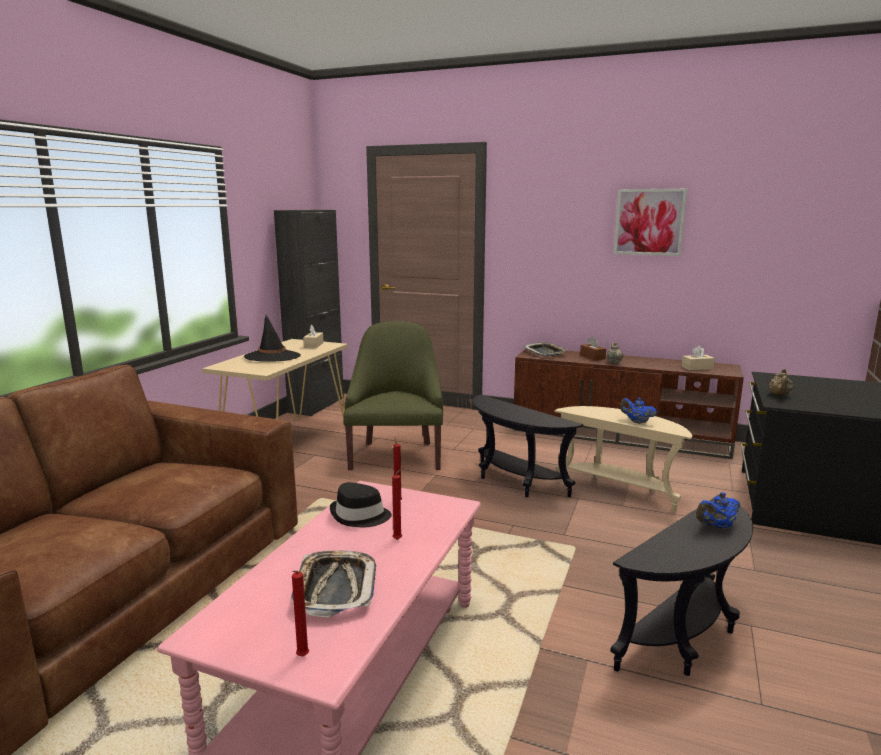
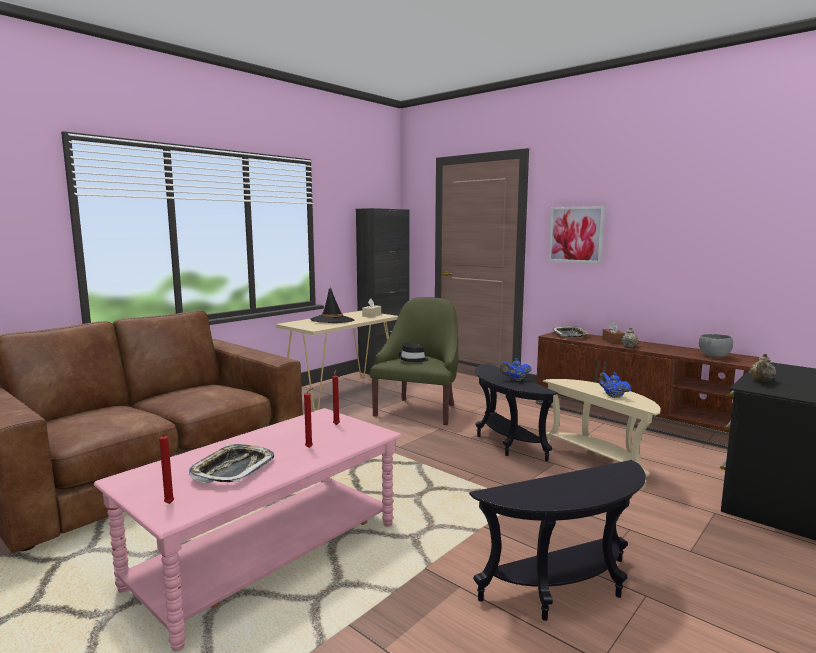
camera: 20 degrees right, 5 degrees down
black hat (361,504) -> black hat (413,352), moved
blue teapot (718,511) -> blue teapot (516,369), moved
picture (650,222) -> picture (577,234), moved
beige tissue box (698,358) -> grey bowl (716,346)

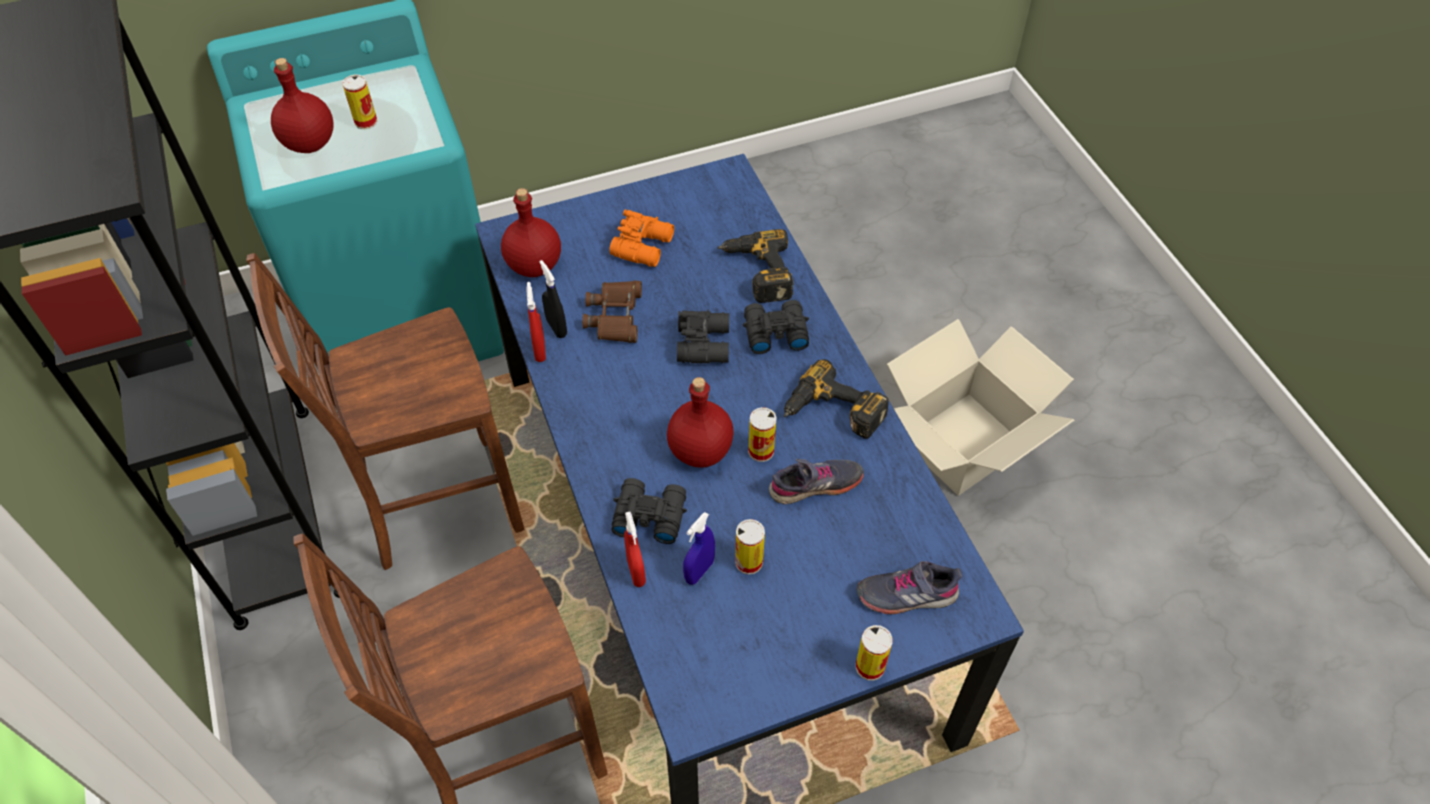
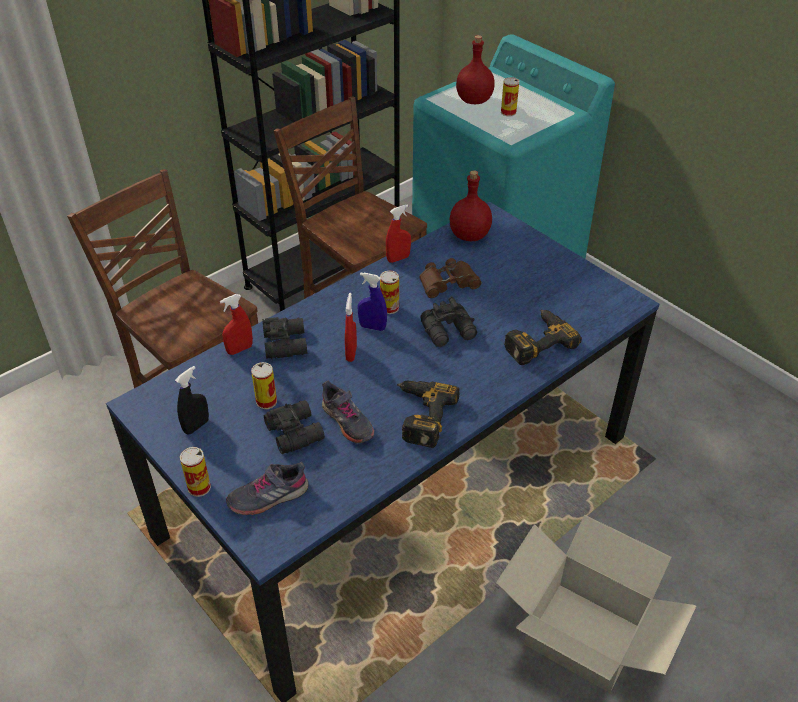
camera: 70 degrees right, 10 degrees down
black spray bottle (553,299) -> black spray bottle (192,400), moved
grey shoe (909,587) -> grey shoe (267,488), 90 degrees counterclockwise
black binoculars (776,327) -> black binoculars (294,427), moved
red bottle (700,422) -> red spray bottle (351,327)
blue spray bottle (699,548) -> blue spray bottle (372,301), moved
can (762,434) -> can (389,292), moved
orange binoculars (641,238) -> none

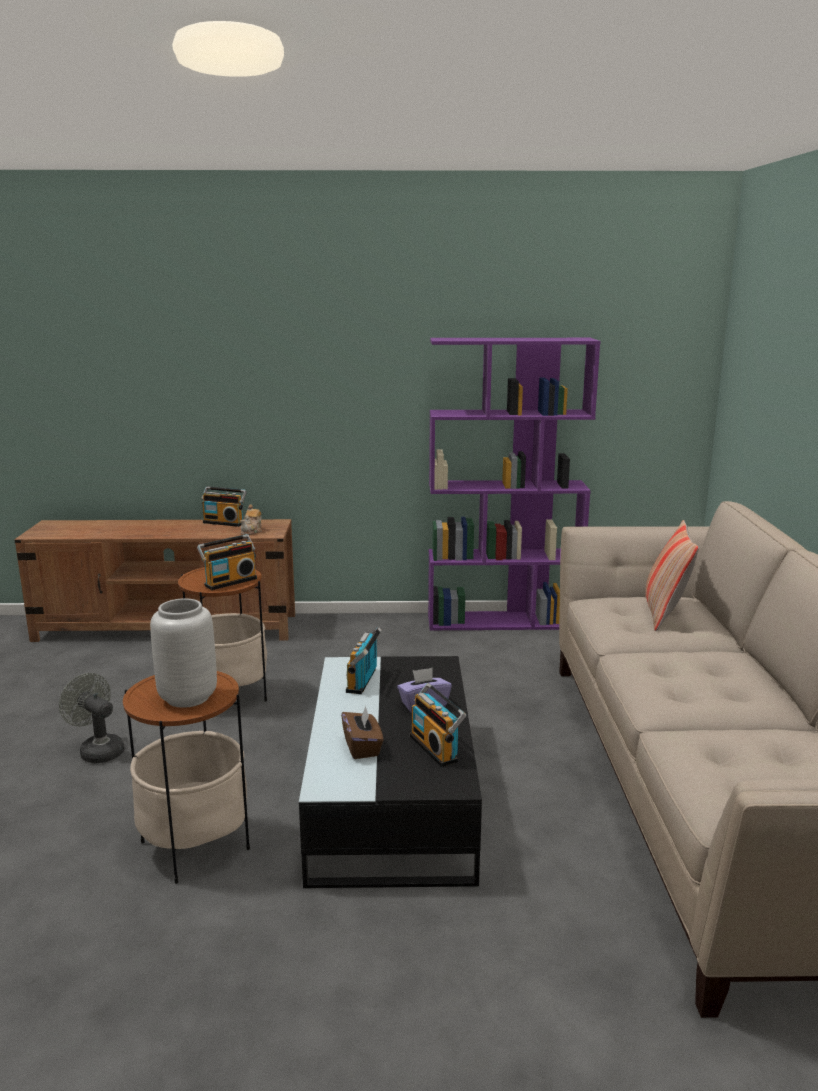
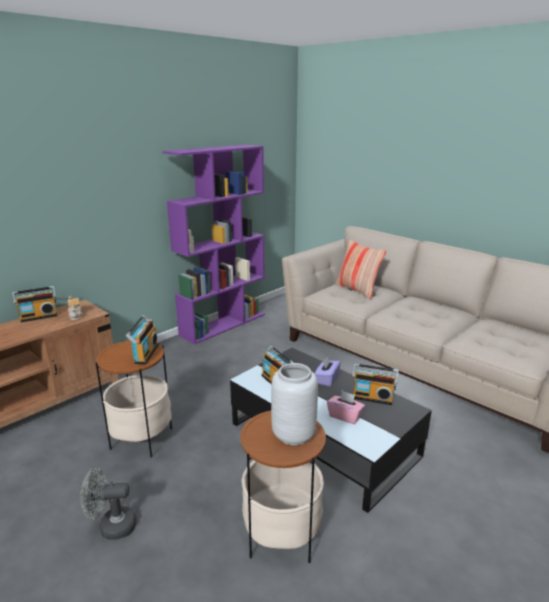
camera: 45 degrees left, 5 degrees up
brown tissue box (362,732) -> pink tissue box (346,407)

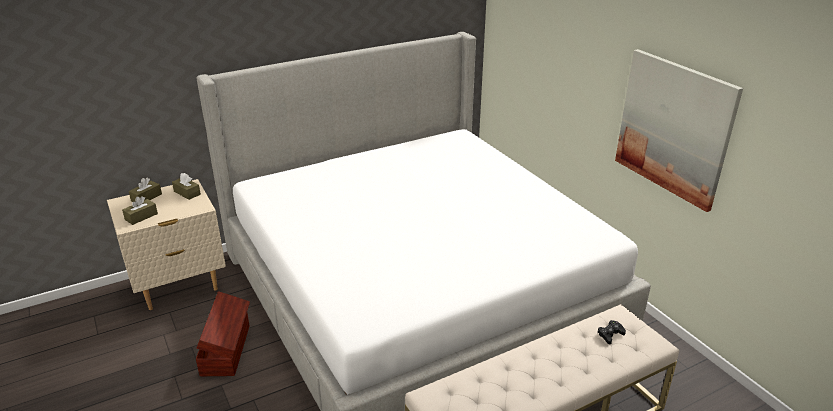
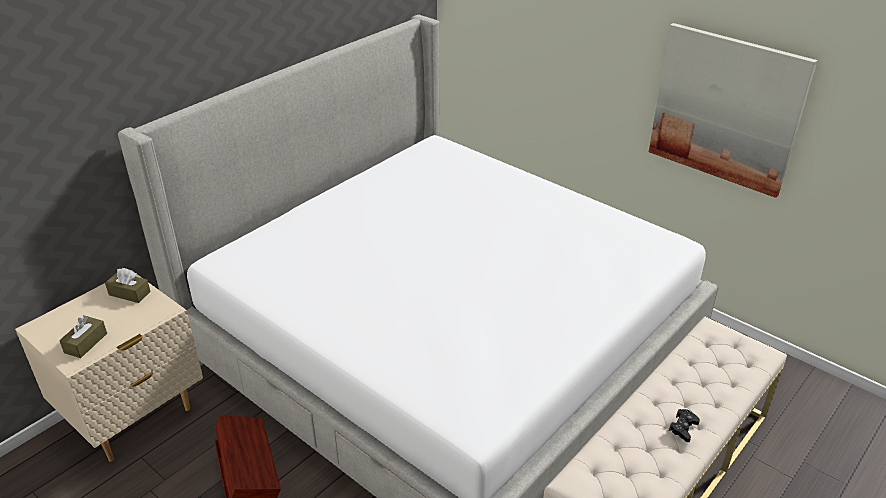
camera: 20 degrees left, 5 degrees up
black game controller (611,332) -> black game controller (684,425), moved
brown tissue box (145,190) -> none

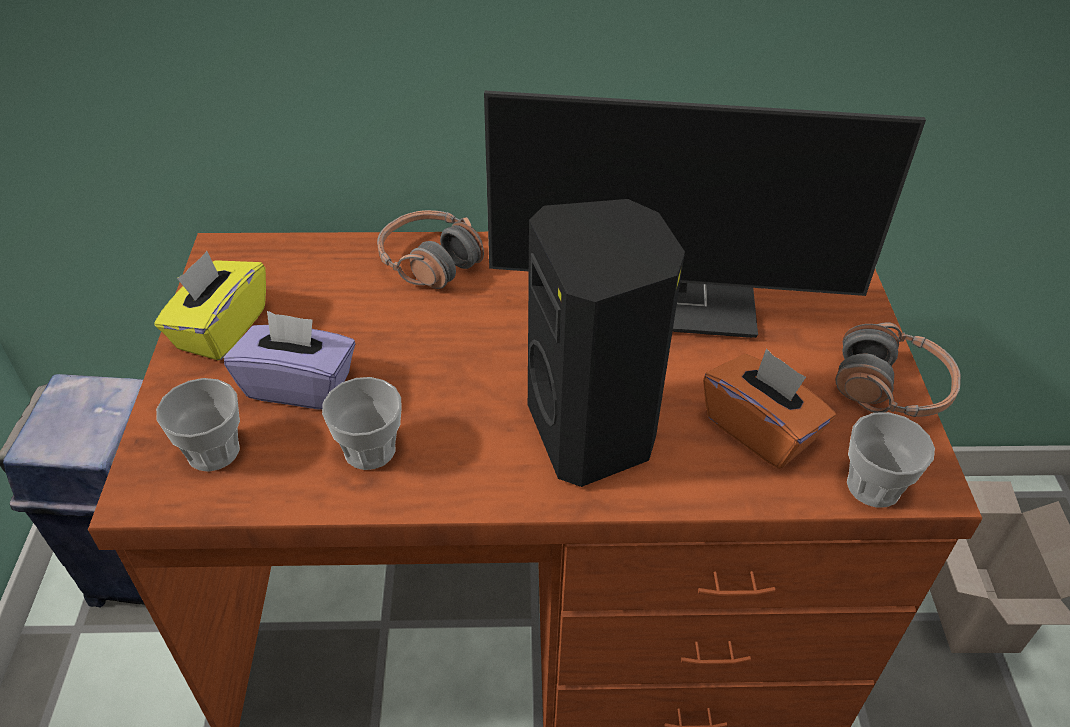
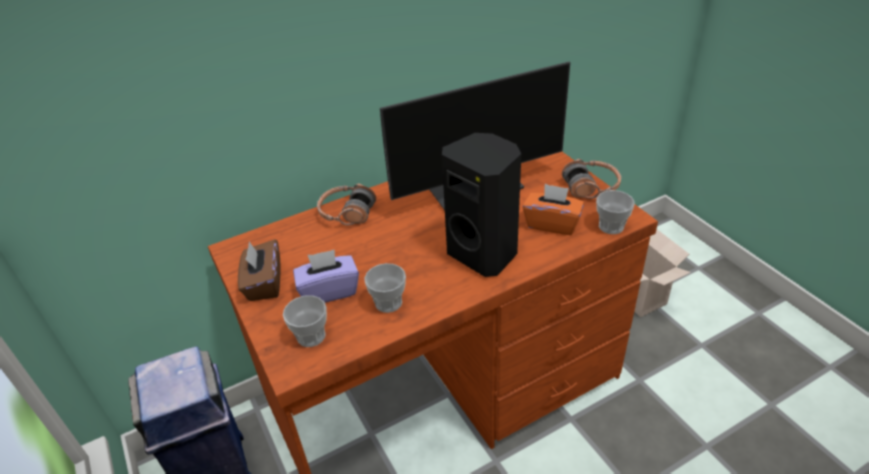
camera: 25 degrees left, 5 degrees down
yellow tissue box (210,306) -> brown tissue box (259,270)

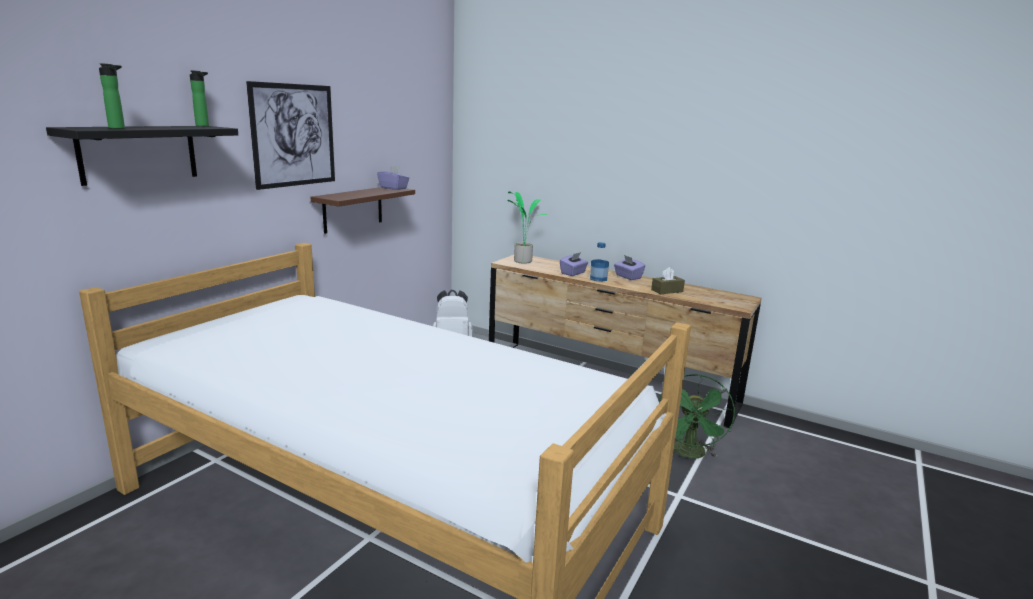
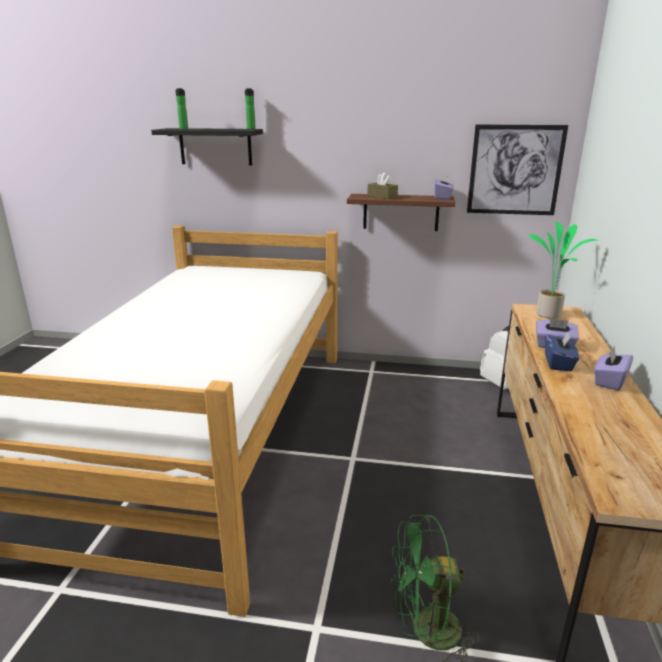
camera: 70 degrees right, 5 degrees up
brown tissue box (668,280) -> brown tissue box (382,185), moved
picture (290,135) -> picture (517,169), moved
bottle (599,262) -> blue tissue box (562,351)

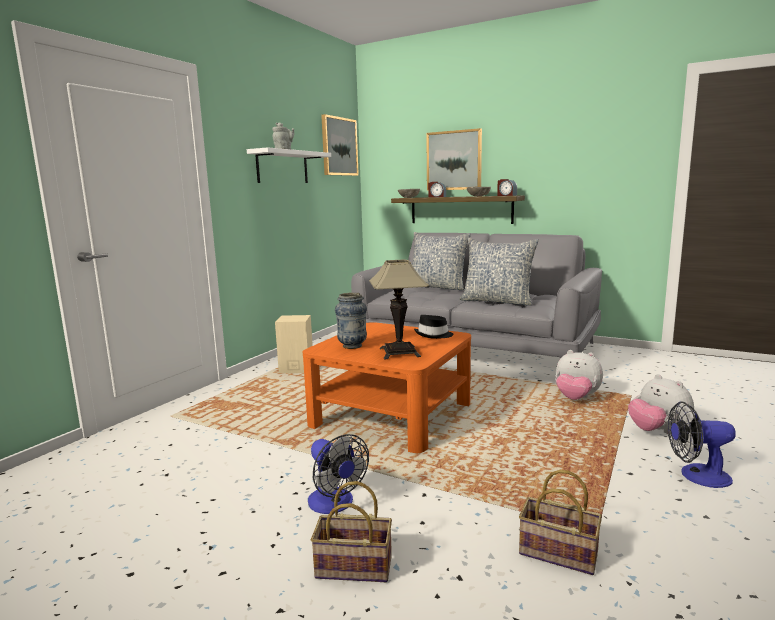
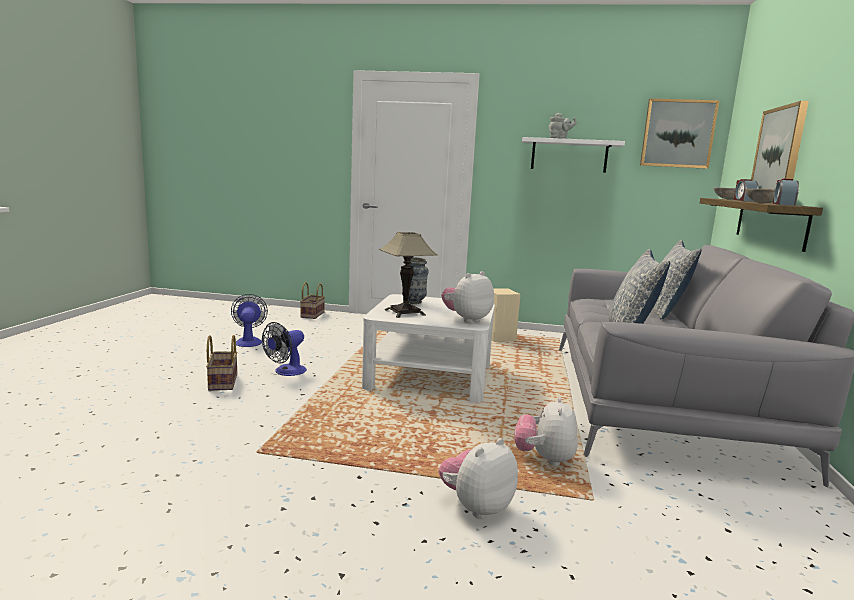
camera: 70 degrees right, 0 degrees up
fan (702,445) -> fan (249,320), moved
basket (560,522) -> basket (312,300), moved
orange coffee table (387,387) -> white coffee table (428,348)
black hat (433,327) -> plush toy (468,297)

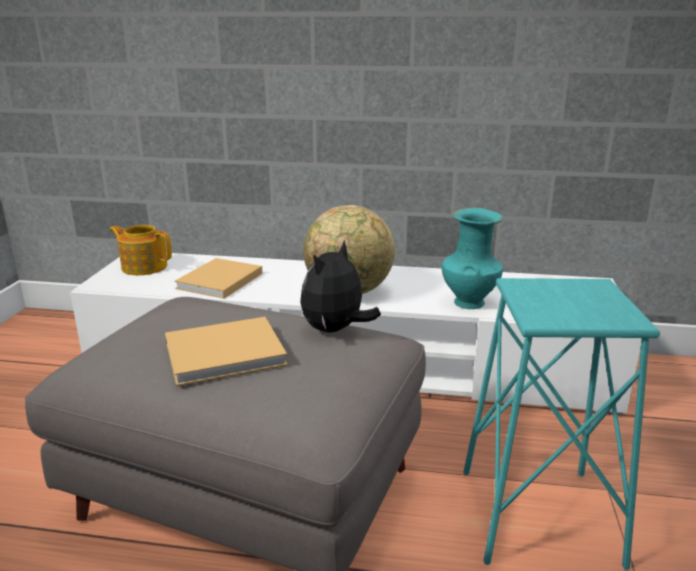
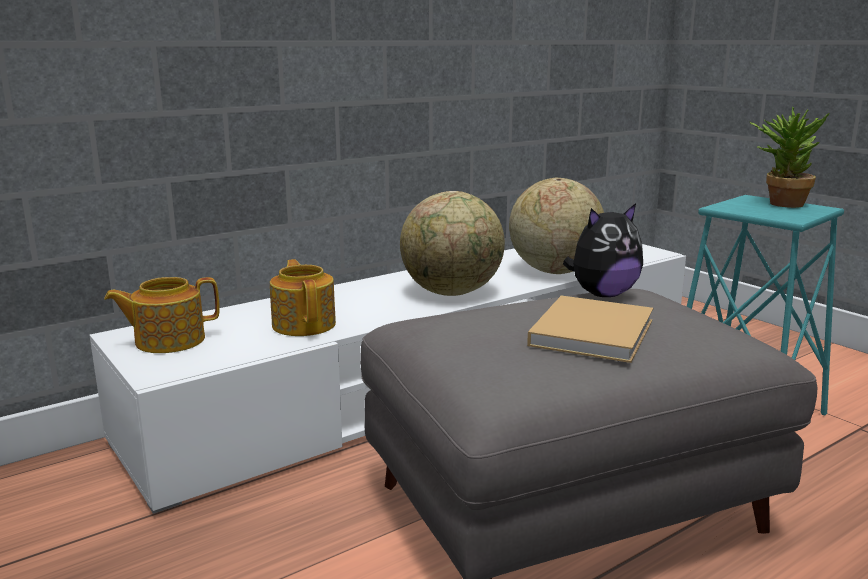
camera: 45 degrees left, 5 degrees down
beige book (218,278) -> teapot (303,297)
turquoise vase (472,258) -> globe (556,226)
plush toy (340,286) -> plush toy (603,250), 105 degrees counterclockwise
none -> potted plant (790,157)

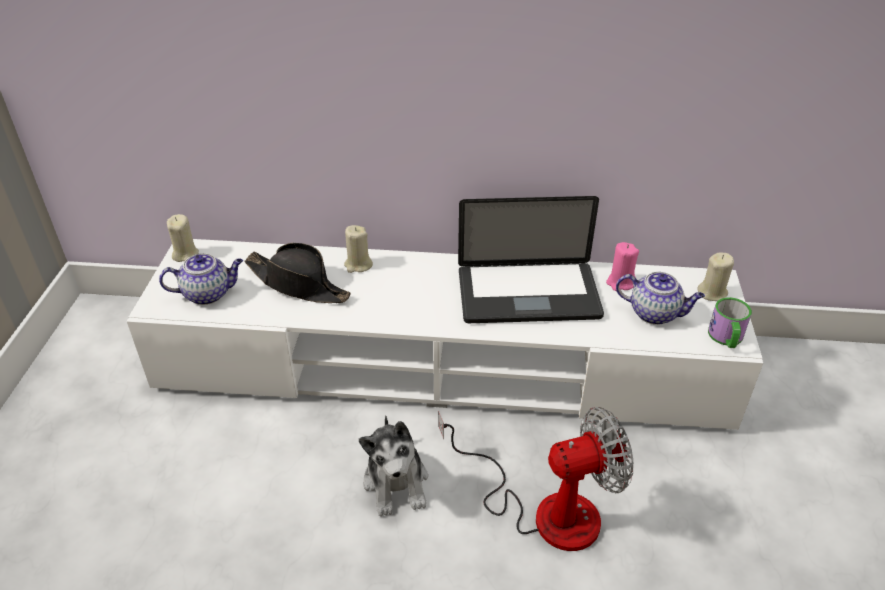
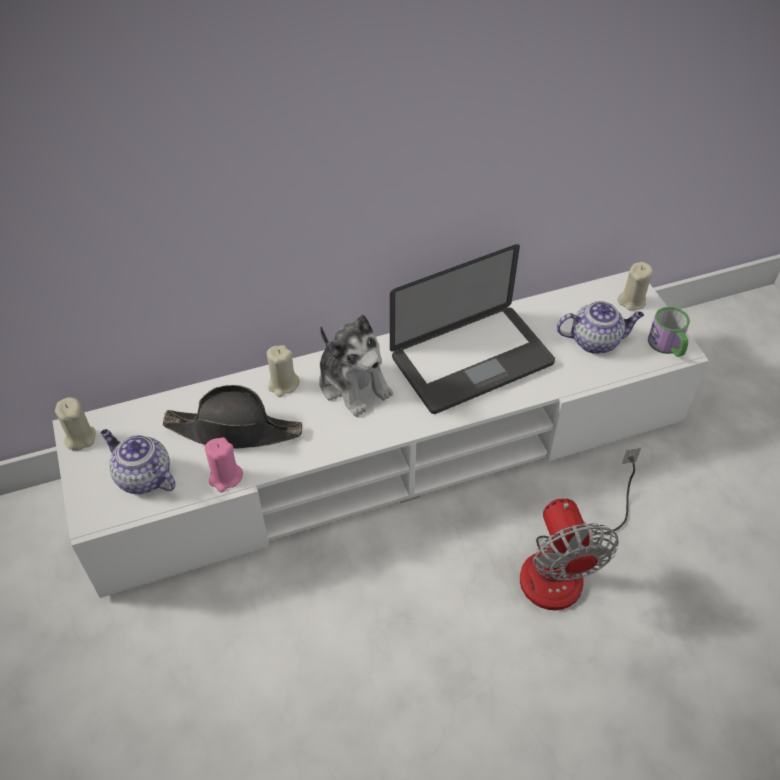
camera: 25 degrees left, 10 degrees up
teapot (201,279) -> teapot (138,461), 105 degrees counterclockwise
pink candle (622,266) -> pink candle (224,464), moved
plush toy (393,466) -> plush toy (356,366), moved
fan (535,479) -> fan (580,528), 120 degrees clockwise

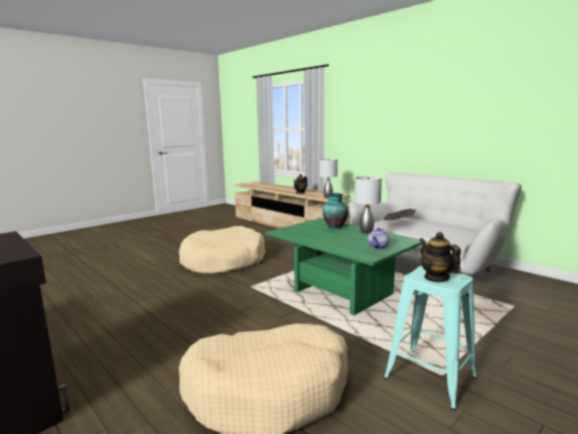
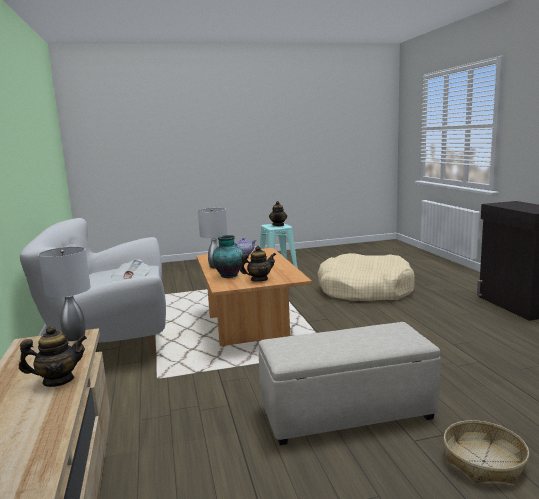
camera: 150 degrees left, 0 degrees up
green coffee table (344,266) -> brown coffee table (254,297)
none -> teapot (258,264)
beige dog bed (222,250) -> beige ottoman (350,383)
none -> basket (486,452)

